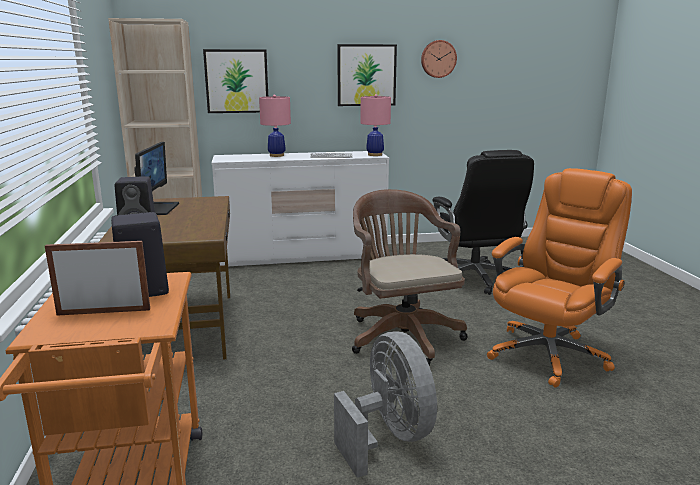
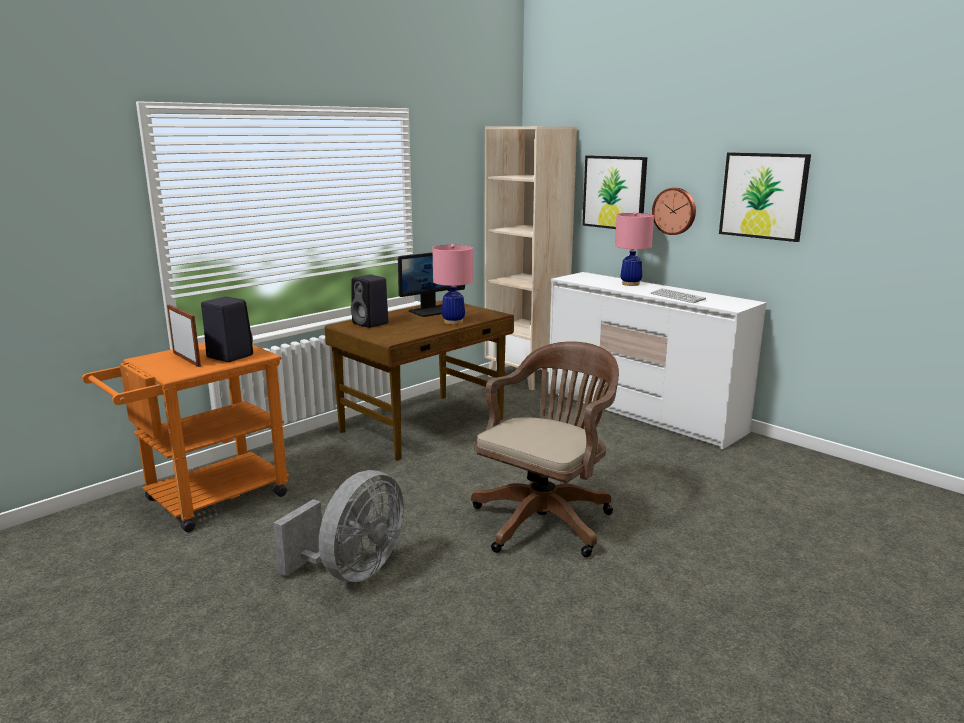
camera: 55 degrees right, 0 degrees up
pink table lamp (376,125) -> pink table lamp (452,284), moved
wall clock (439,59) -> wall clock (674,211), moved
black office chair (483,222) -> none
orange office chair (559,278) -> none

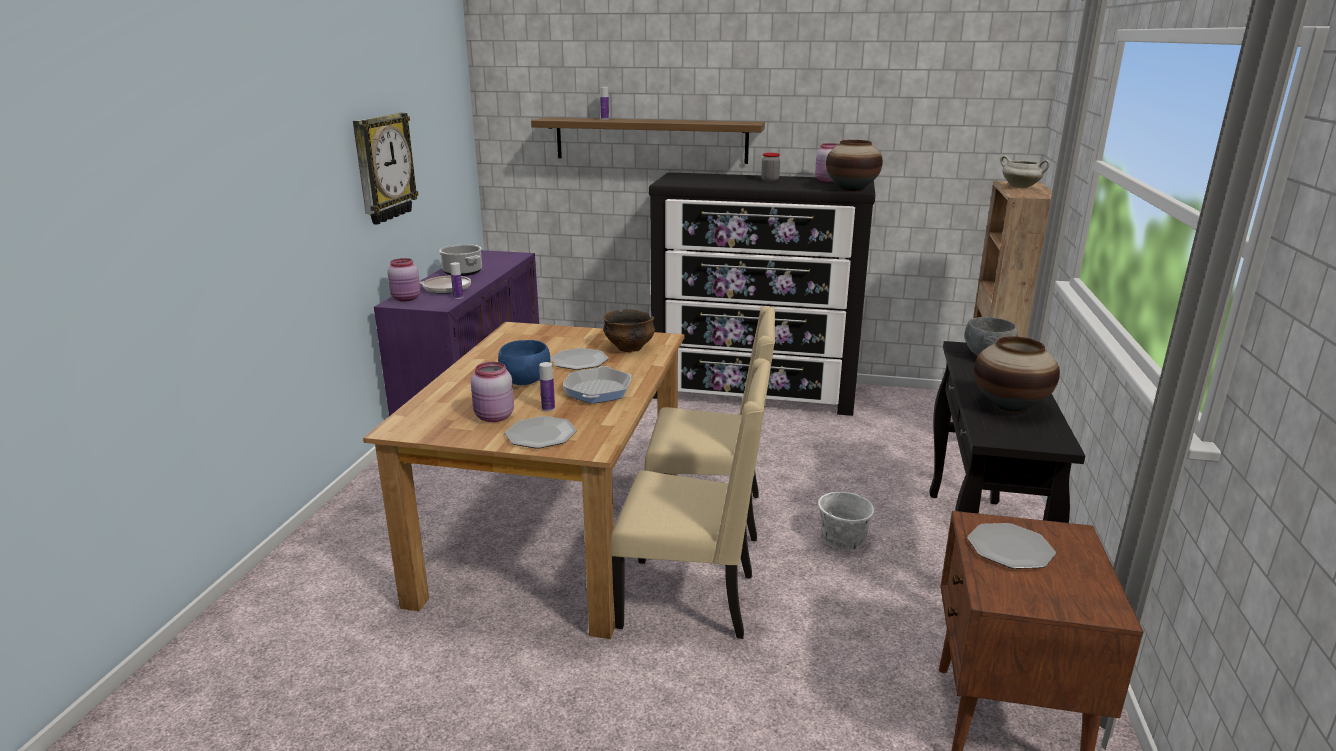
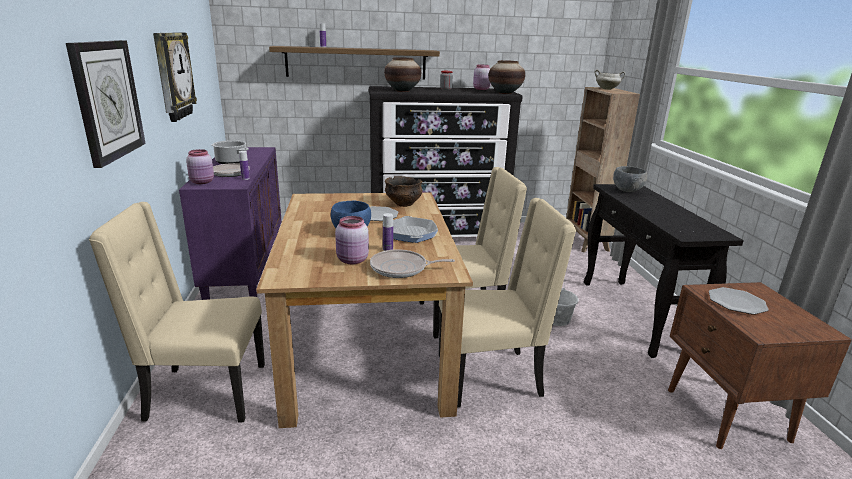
camera: 20 degrees left, 0 degrees up
none -> wall clock (106,104)
none -> beige chair (177,312)
plate (541,432) -> frying pan (412,263)
vase (1017,374) -> vase (402,74), moved

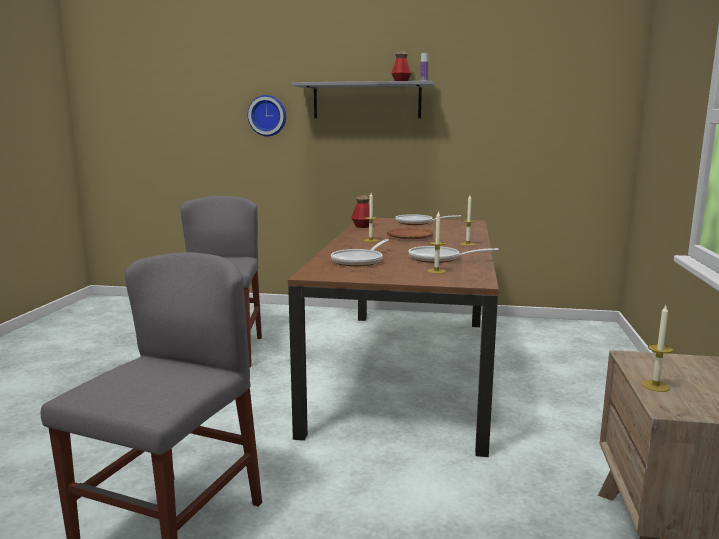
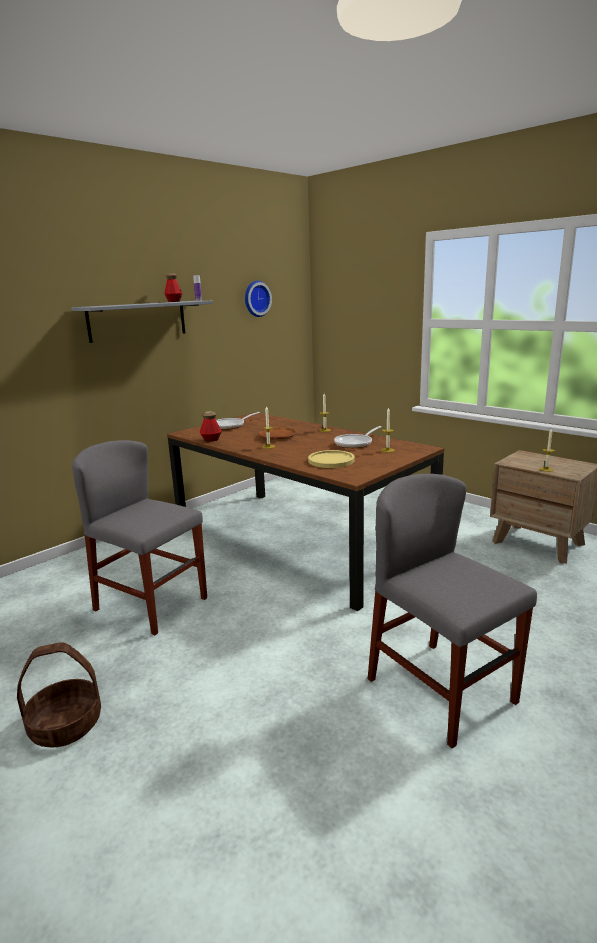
camera: 55 degrees left, 5 degrees up
none -> basket (59,694)
wall clock (267,115) -> wall clock (258,299), moved
frying pan (360,253) -> yellow plate (331,459)

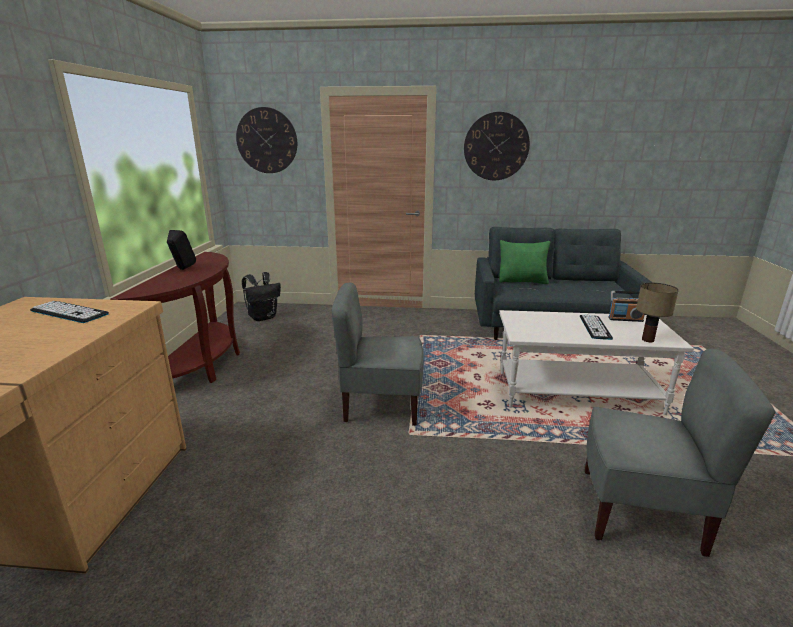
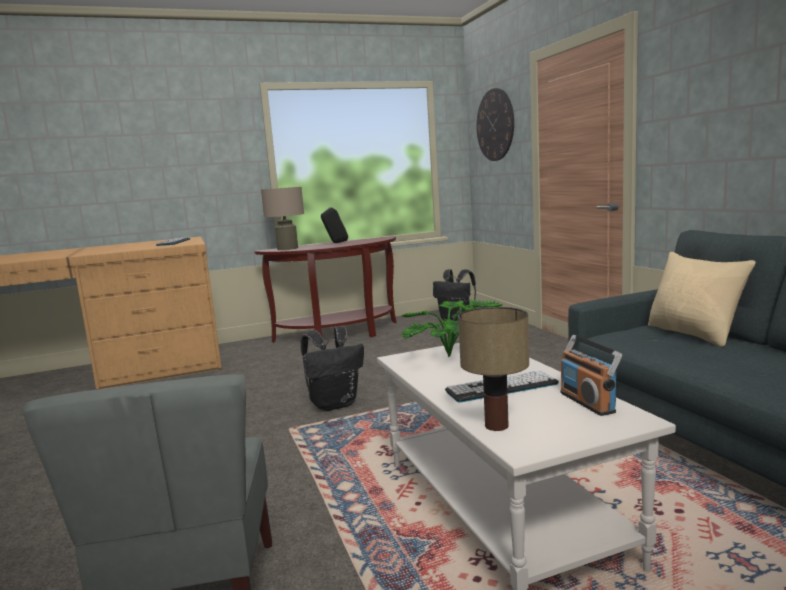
camera: 65 degrees right, 10 degrees down
none -> beige table lamp (282,218)
grey chair (378,354) -> black backpack (332,368)
none -> potted plant (452,328)
green pillow (524,262) -> beige pillow (702,299)
wall clock (497,146) -> none

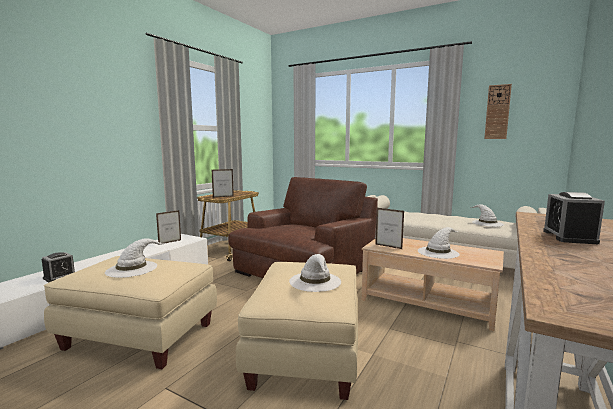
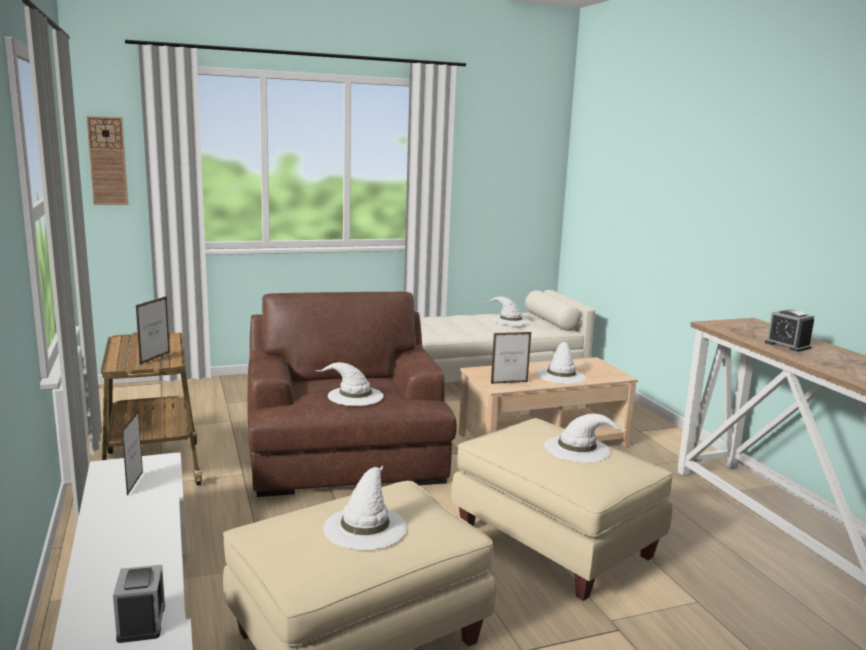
camera: 50 degrees left, 5 degrees up
wall clock (498,111) -> wall clock (107,160), moved
none -> white hat (349,384)

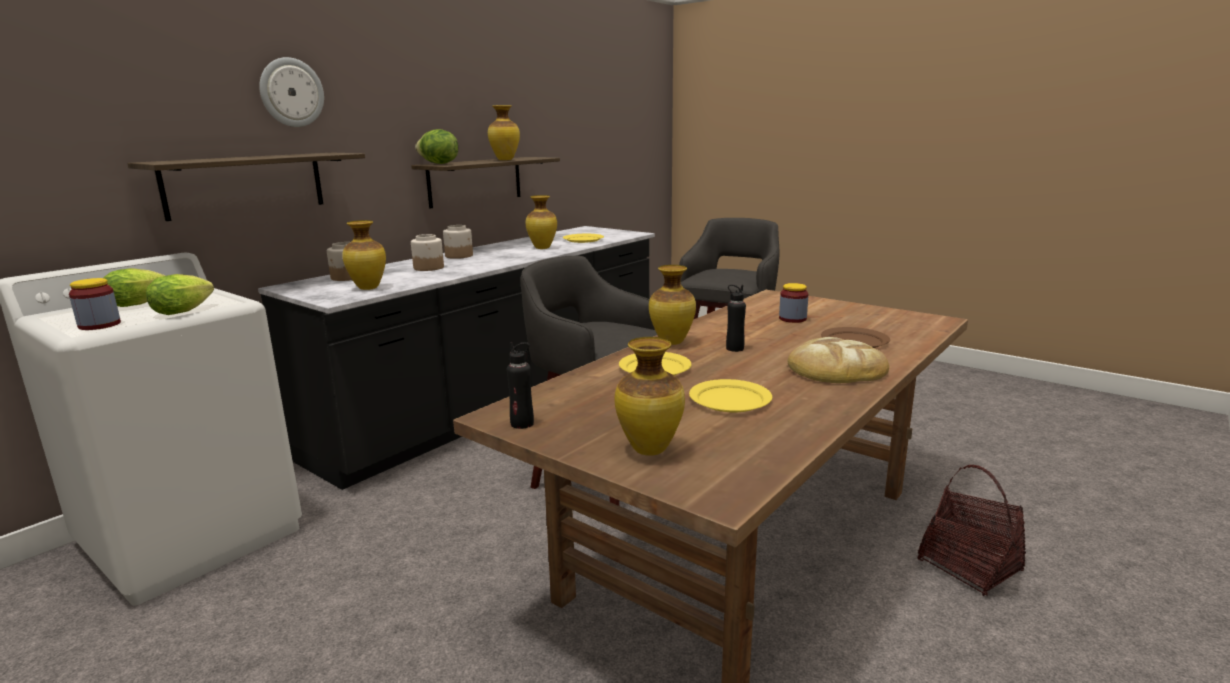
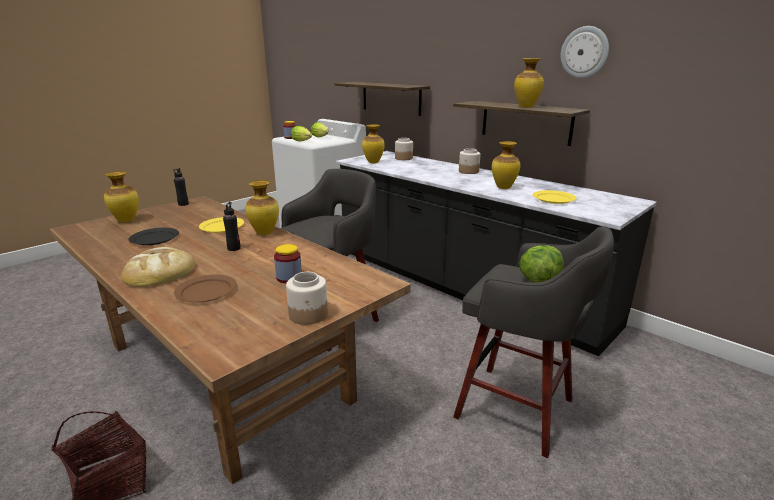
camera: 95 degrees right, 5 degrees up
yellow plate (730,395) -> black plate (154,236)
jar (427,252) -> jar (307,298), moved
lettuce (436,146) -> lettuce (541,264), moved
wall clock (291,92) -> wall clock (585,52), moved

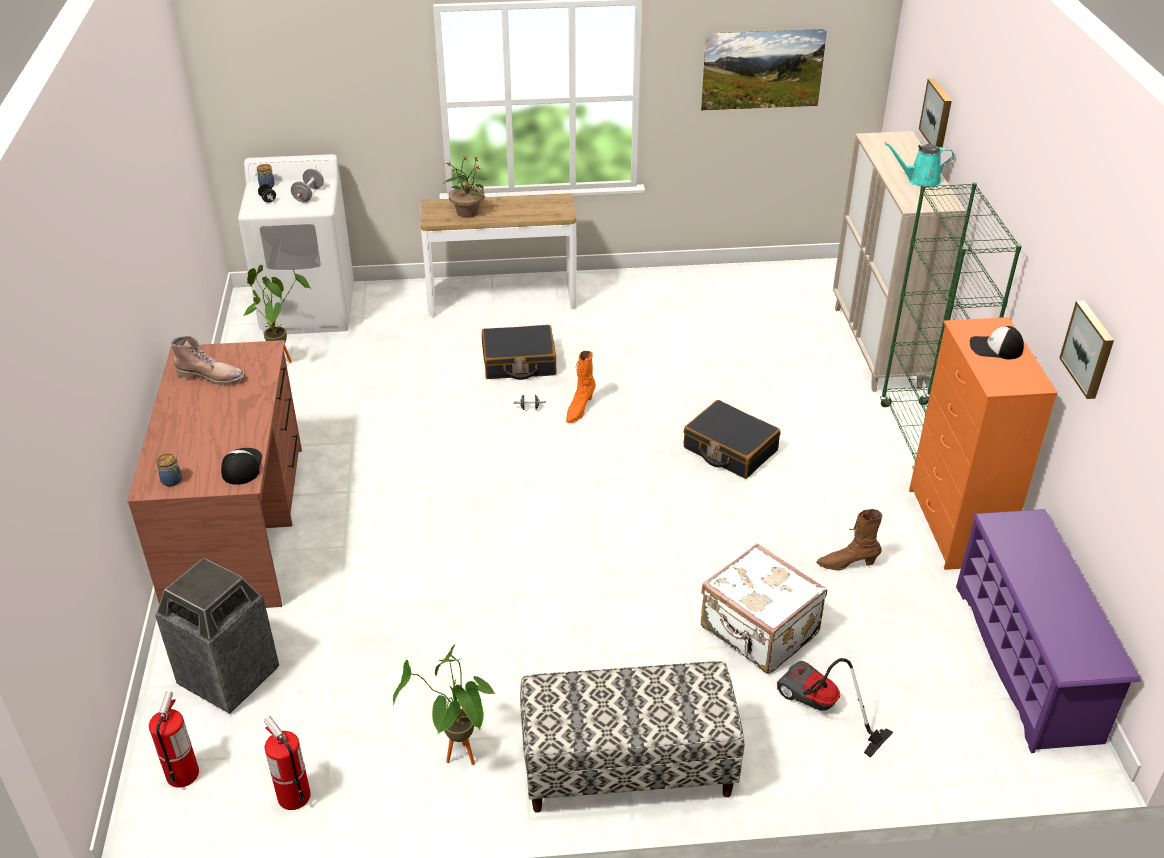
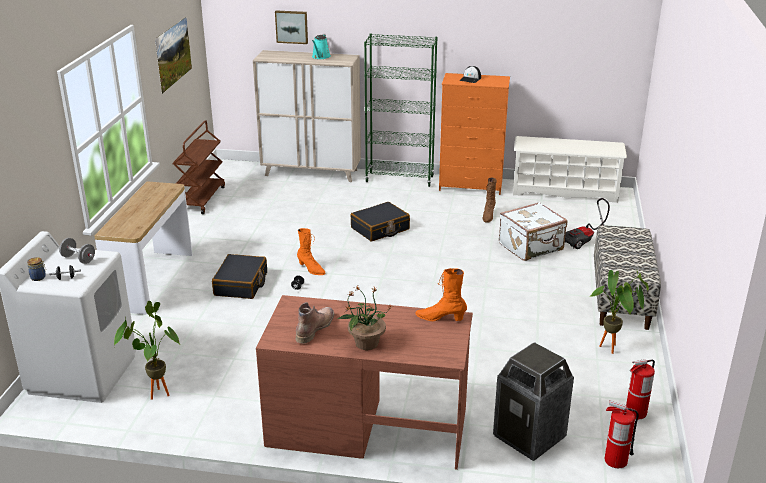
camera: 75 degrees left, 10 degrees down
none -> brown cart (199,167)
potted plant (465,186) -> potted plant (365,318), moved
cap (241,466) -> orange boot (441,294)
purple shoe rack (1048,631) -> white shoe rack (570,169)
jar (169,470) -> none
picture (1086,350) -> none

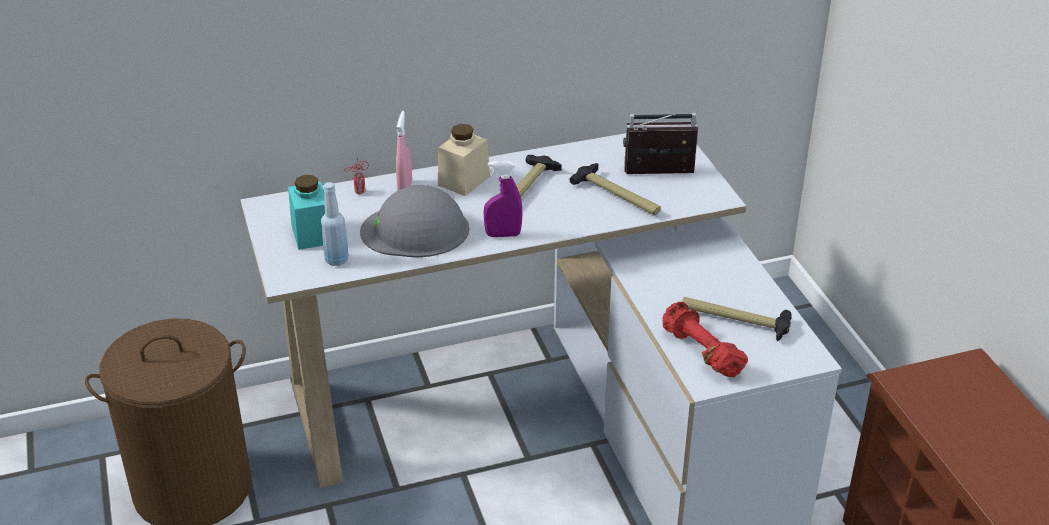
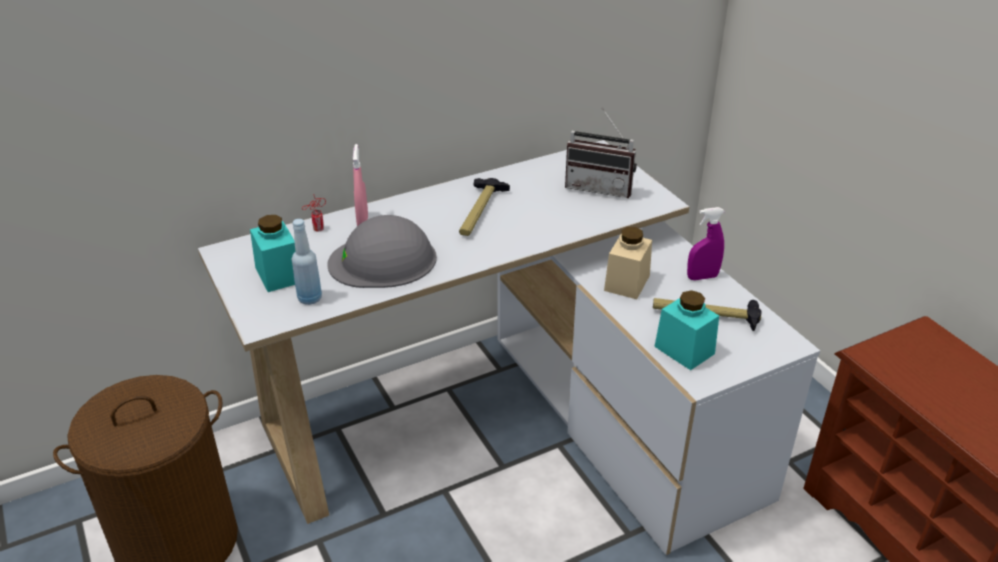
camera: 10 degrees left, 0 degrees up
radio (660,143) -> radio (601,152), 150 degrees counterclockwise
beige jar (464,160) -> beige jar (628,263), moved
red dumbbell (705,339) -> turquoise jar (686,330)
purple spray bottle (503,199) -> purple spray bottle (706,243), moved
hammer (615,189) -> none

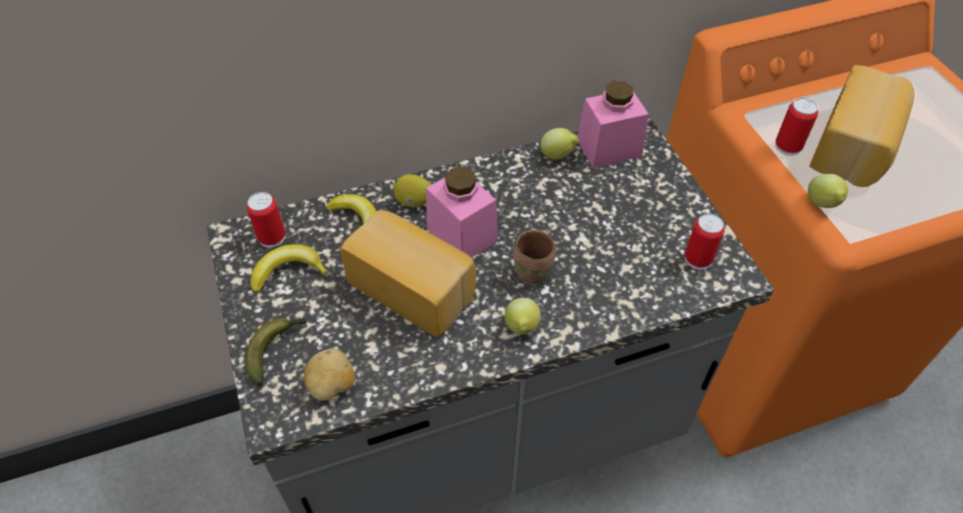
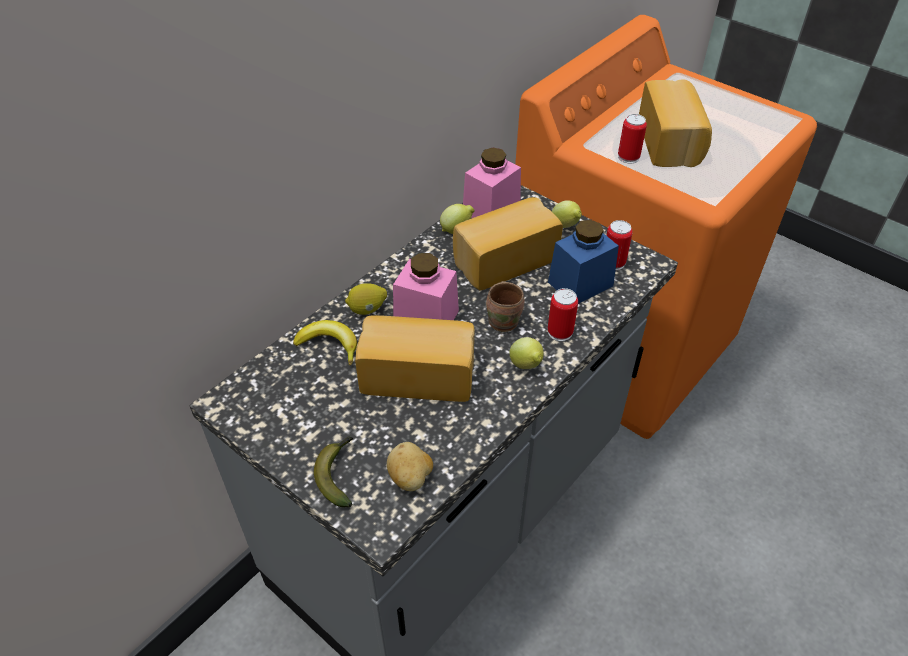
camera: 30 degrees left, 5 degrees down
none -> bread (508,244)
none -> blue jar (583,262)
can (266,220) -> can (563,314), moved
lemon (828,191) -> lemon (567,214), moved
banana (289,268) -> none

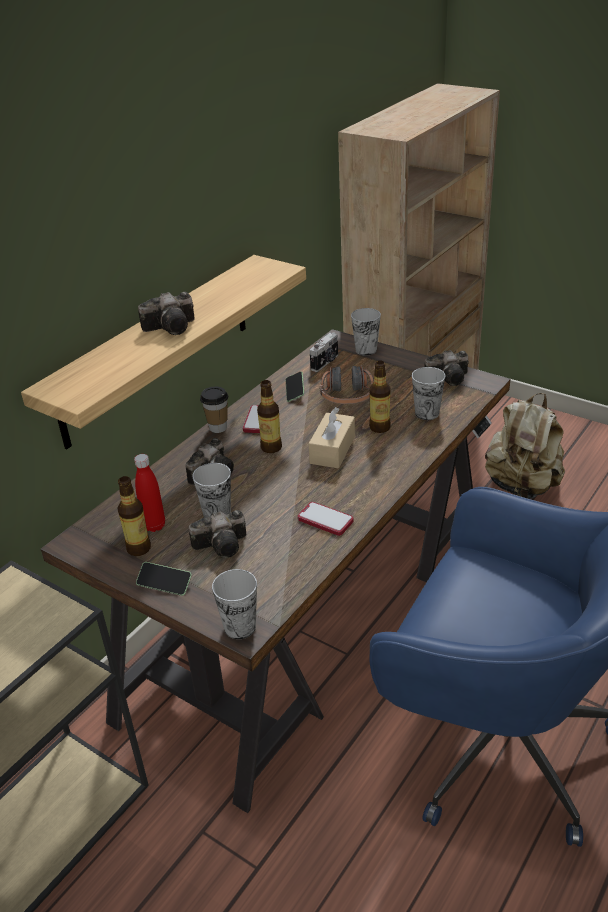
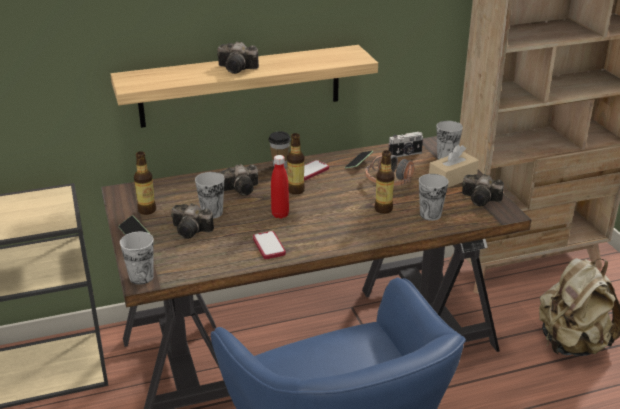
camera: 35 degrees right, 5 degrees down
red bottle (149,493) -> red bottle (280,187), moved
beige tissue box (331,437) -> beige tissue box (454,166), moved

